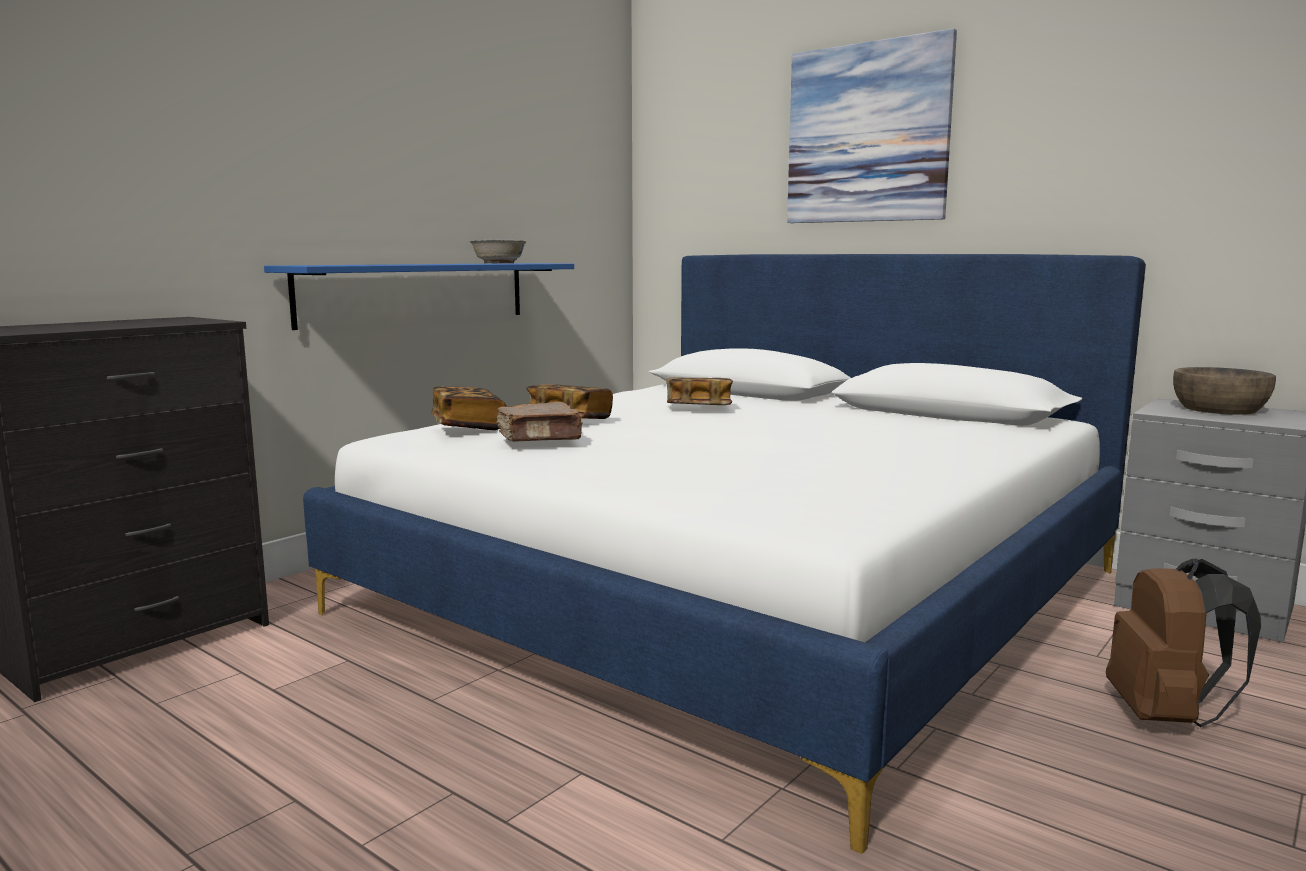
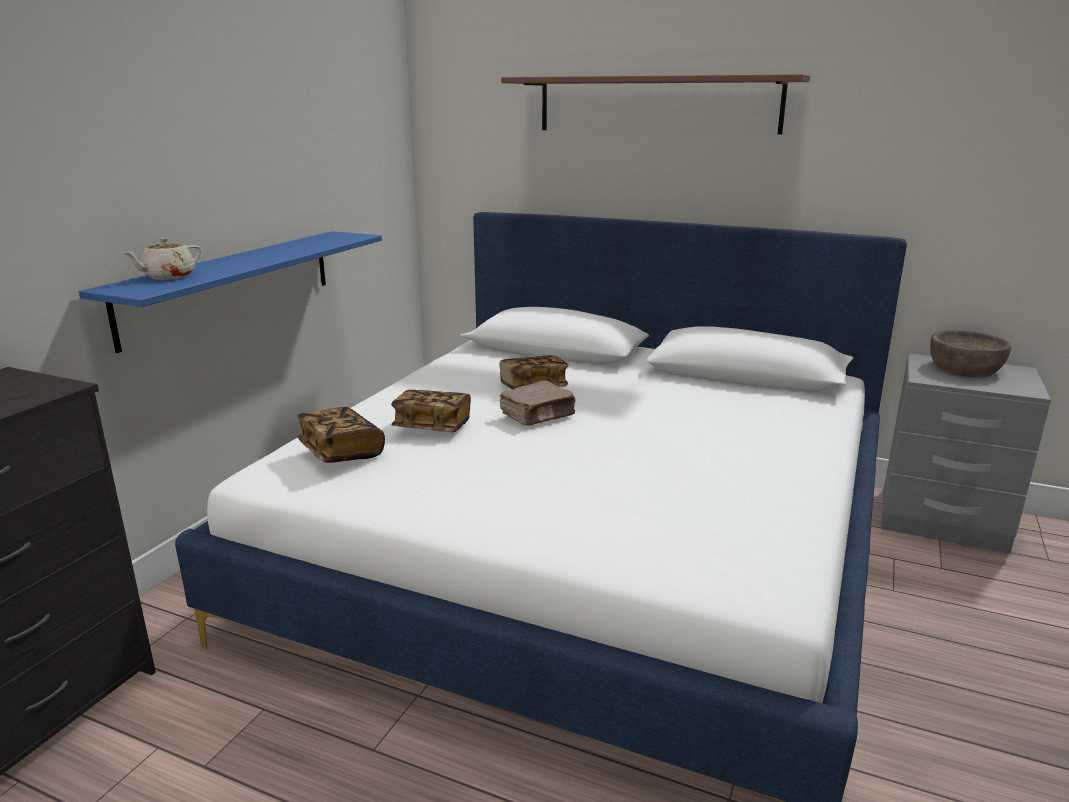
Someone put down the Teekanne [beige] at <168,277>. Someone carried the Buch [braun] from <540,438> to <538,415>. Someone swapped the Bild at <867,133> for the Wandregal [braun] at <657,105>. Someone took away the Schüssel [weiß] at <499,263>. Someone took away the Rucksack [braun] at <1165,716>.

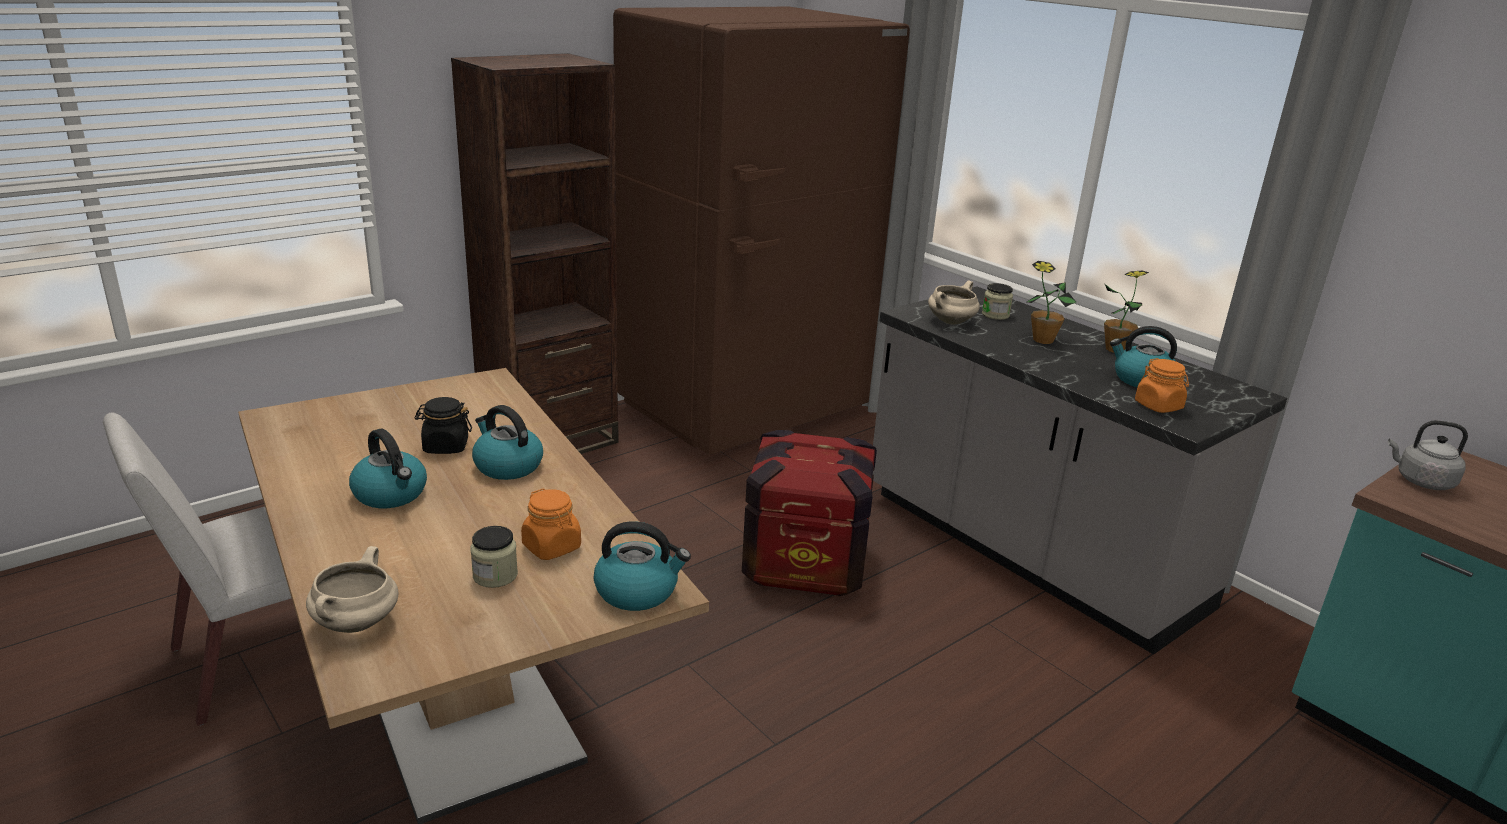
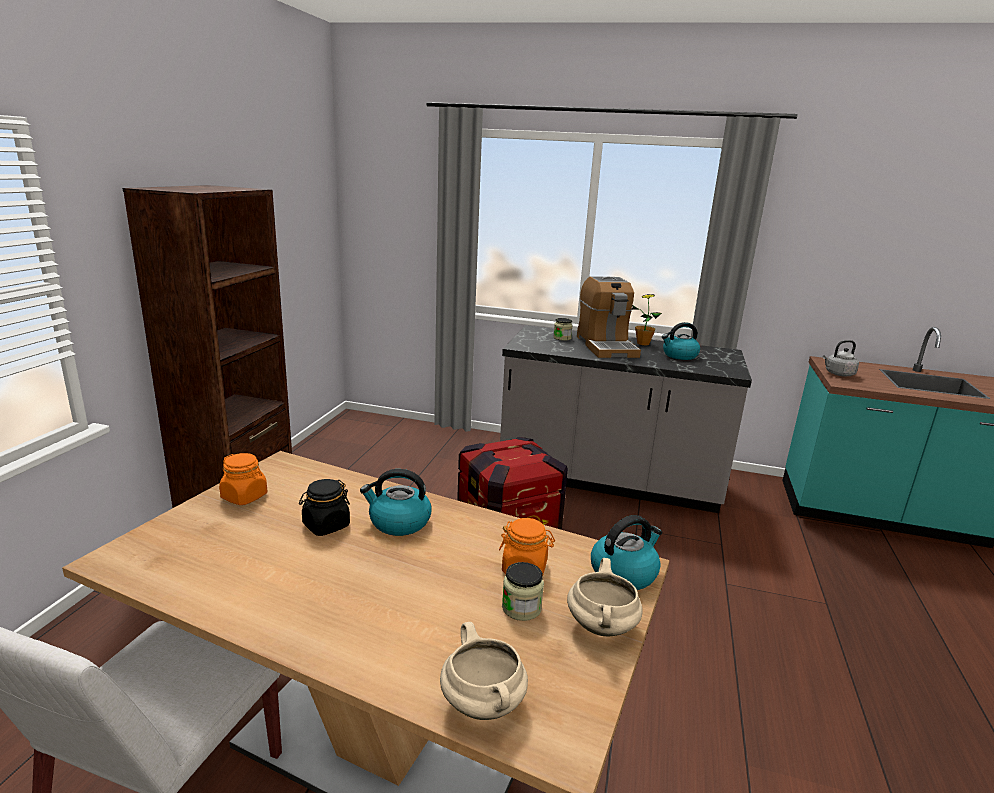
Someone carried the Vorratsglas [orange] from <1158,406> to <244,496>. Someone carried the Kochtopf [beige] from <951,322> to <602,627>. Someone swapped the Topfpflanze at <1042,340> for the Kaffeemaschine at <606,346>. Someone took away the Wasserkessel at <391,494>. Someone took away the Kühlschrank [braun] at <744,408>.

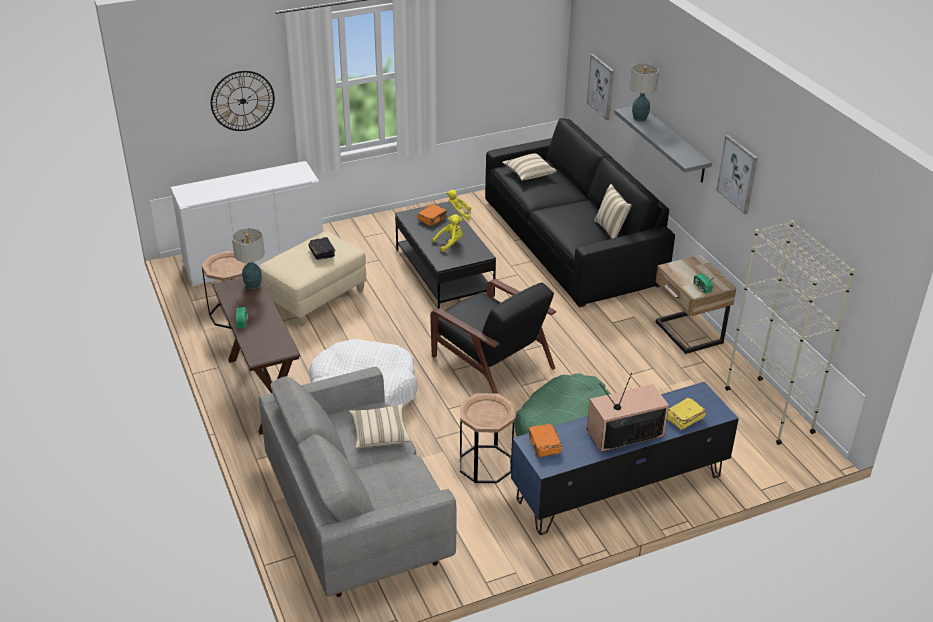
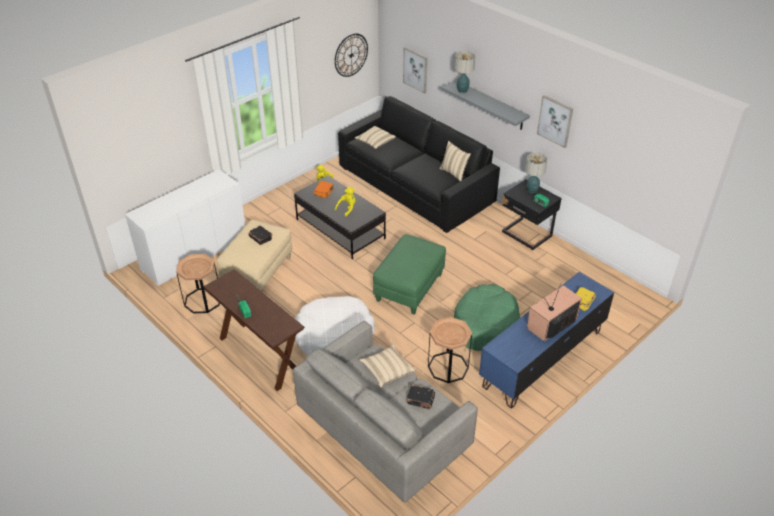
Someone carried the Wanduhr from <242,101> to <351,55>. Someone swapped the Sessel [schwarz] at <491,361> for the Polsterhocker [grün] at <409,288>. Someone put down the Buch [schwarz] at <421,400>. Someone repainted the Nachttisch [beige] at <687,334>, which became the Nachttisch [schwarz] at <526,235>. Someone carried the Tischlampe from <253,285> to <532,190>. Someone took away the Buch [orange] at <544,445>. Someone took away the Bücherregal [beige] at <768,410>.

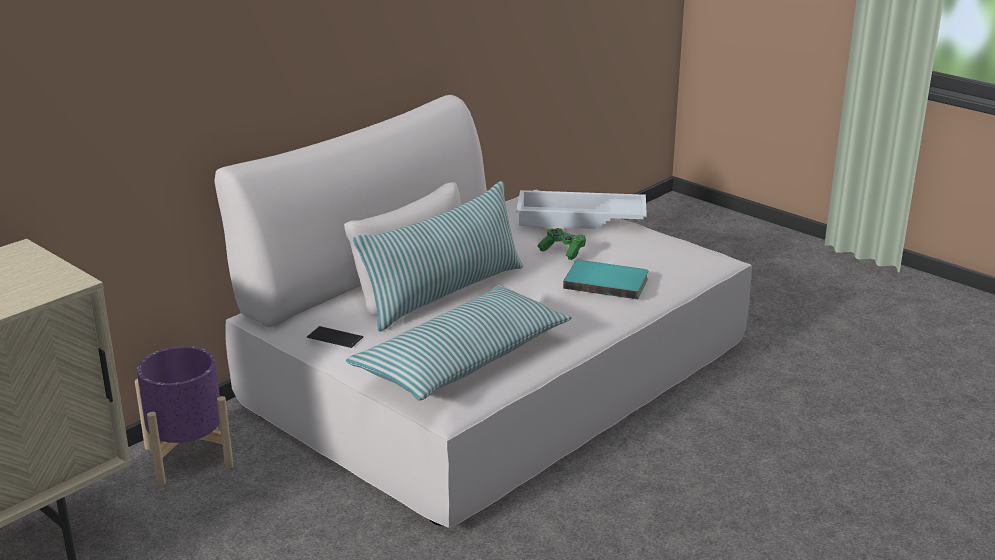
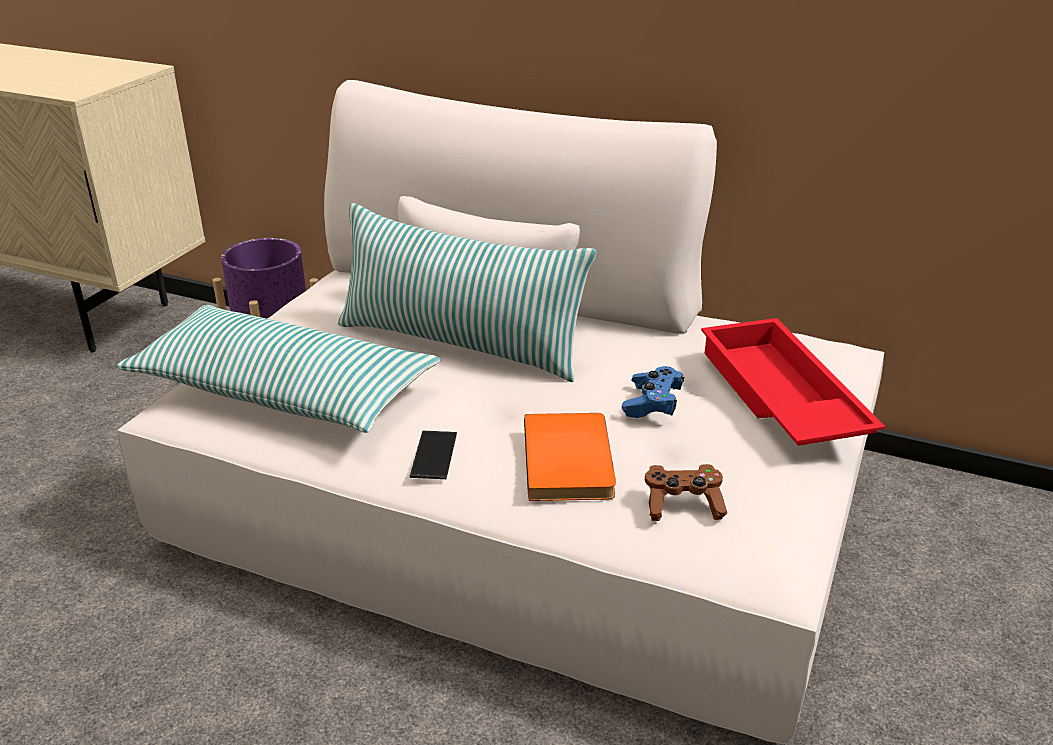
Someone carried the Handy from <335,337> to <434,455>. Someone repainted the Buch [türkis] at <606,282>, which became the Buch [orange] at <572,460>. Someone repainted the Gamepad [grün] at <562,251>, which became the Gamepad [blau] at <652,403>. Someone put down the Gamepad [braun] at <682,505>. Someone repainted the Tablett [weiß] at <579,219>, which became the Tablett [rot] at <777,397>.

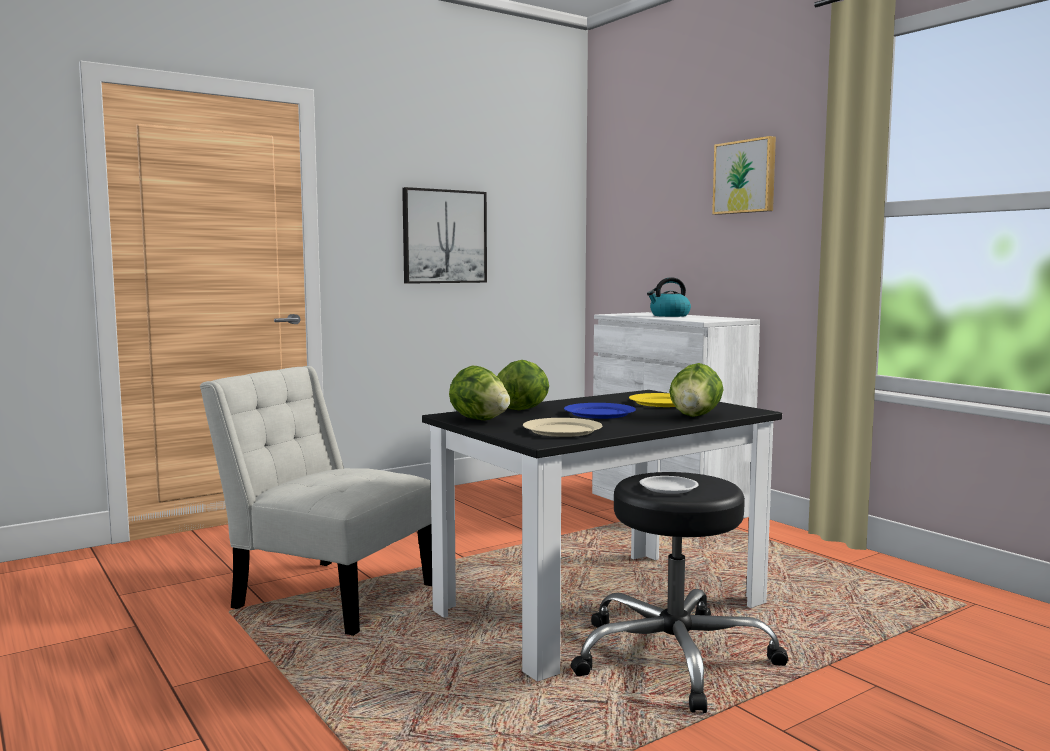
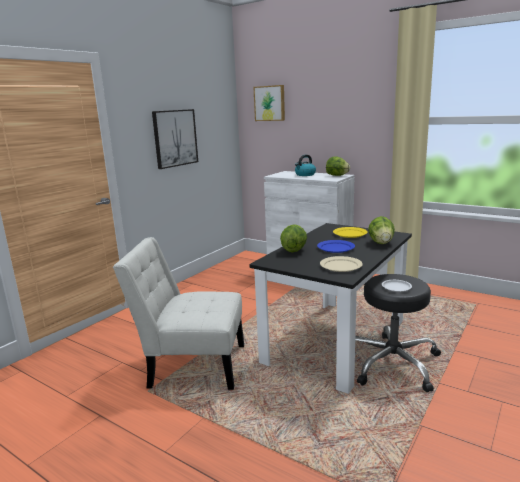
Someone carried the Bild from <745,177> to <270,103>. Someone carried the Salatkopf from <479,419> to <337,175>.

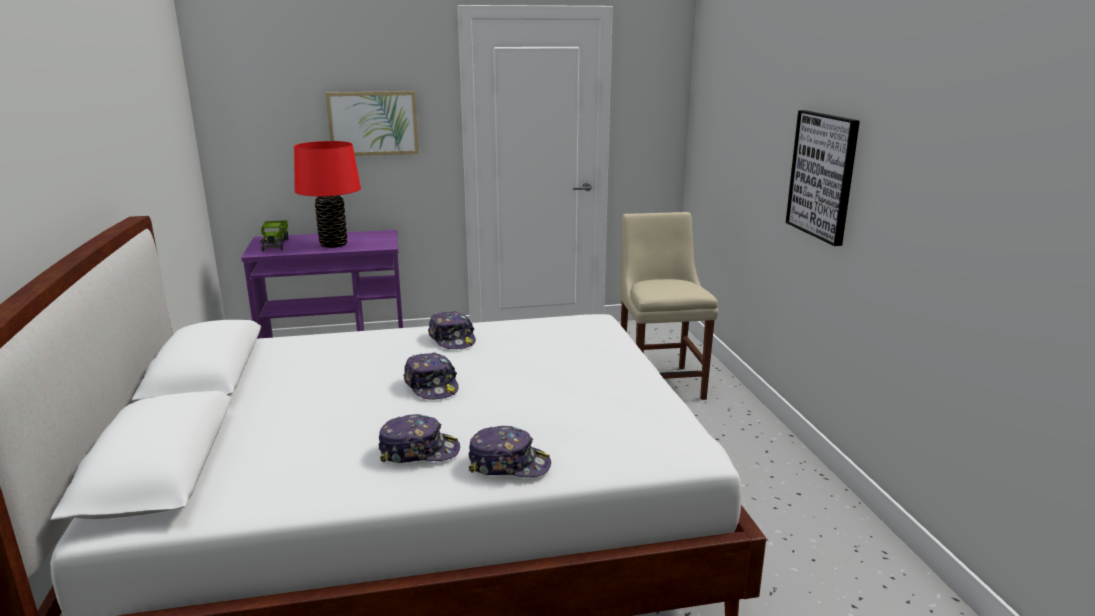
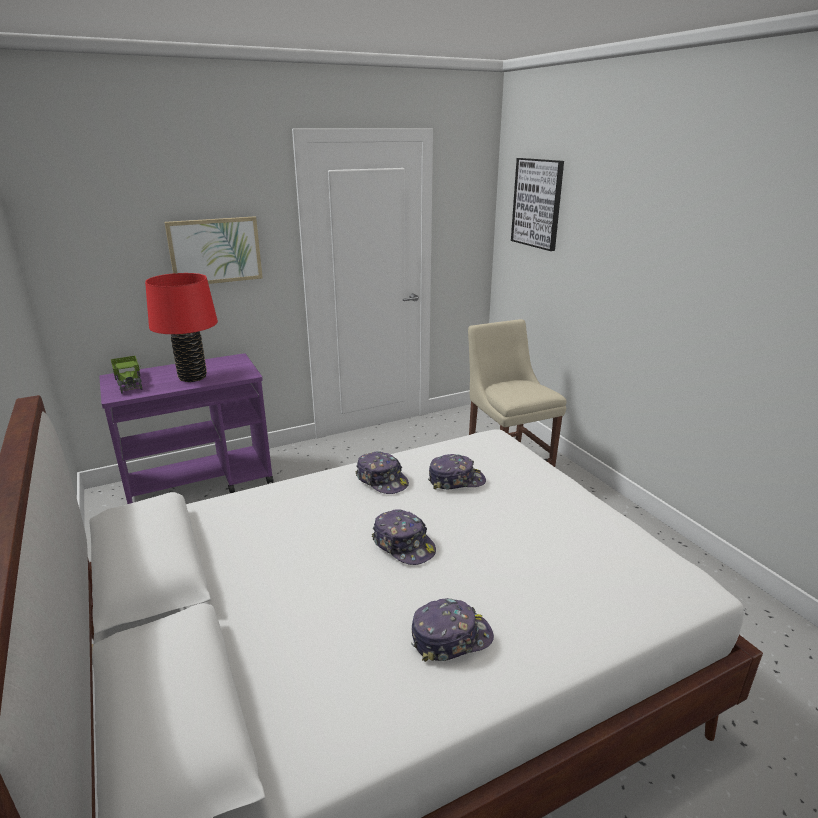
Someone carried the Kappe from <509,464> to <456,480>. Someone carried the Bild from <823,175> to <537,203>.

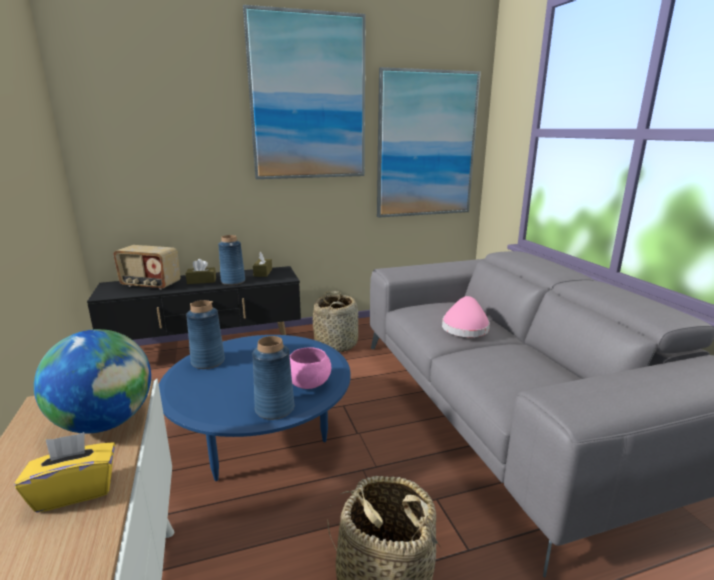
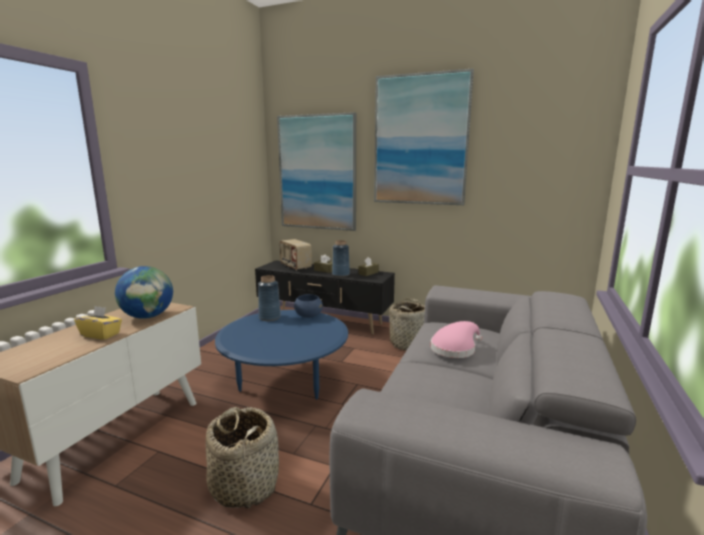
Someone carried the Bild from <426,145> to <317,173>. Someone put down the Schüssel [blau] at <308,316>. Someone took away the Vase [blau] at <274,409>. Someone took away the Schüssel [rosa] at <308,384>.

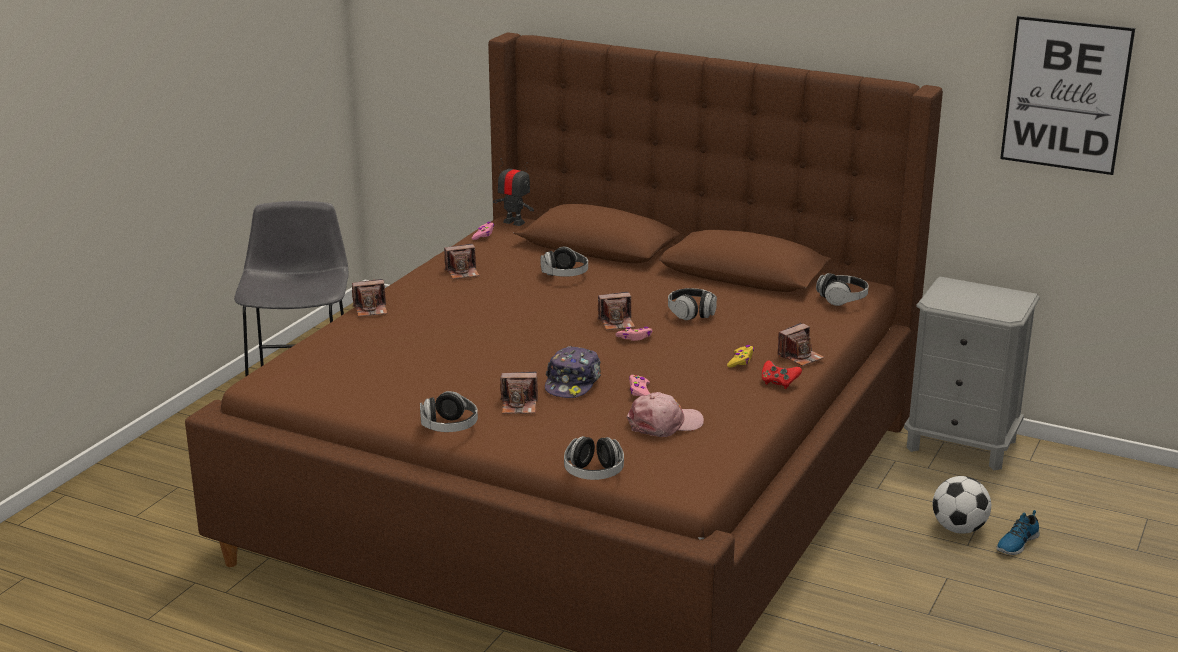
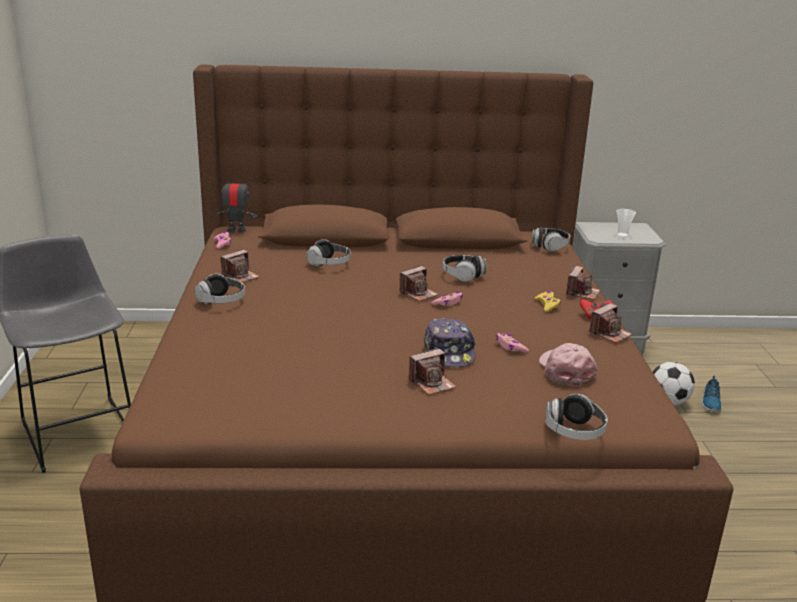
Someone carried the Kopfhörer from <449,427> to <221,301>. Someone rotated the Kappe [rosa] at <665,424> by 45 degrees counterclockwise. Someone carried the Kamera from <371,309> to <610,334>. Someone put down the Tasse at <622,235>. Someone took away the Bild at <1065,95>.

